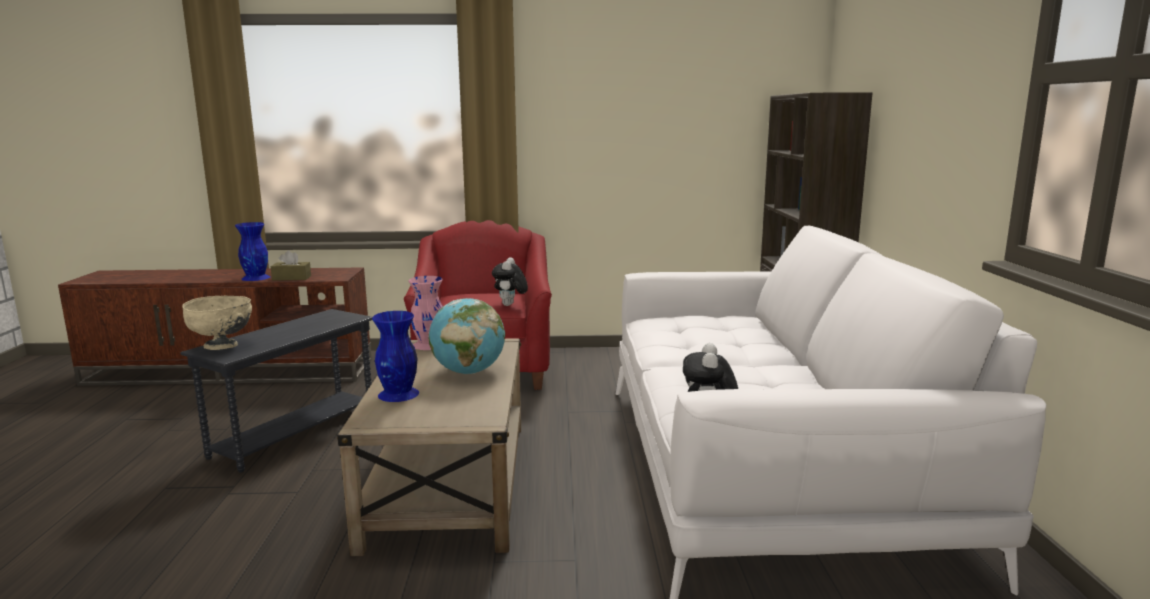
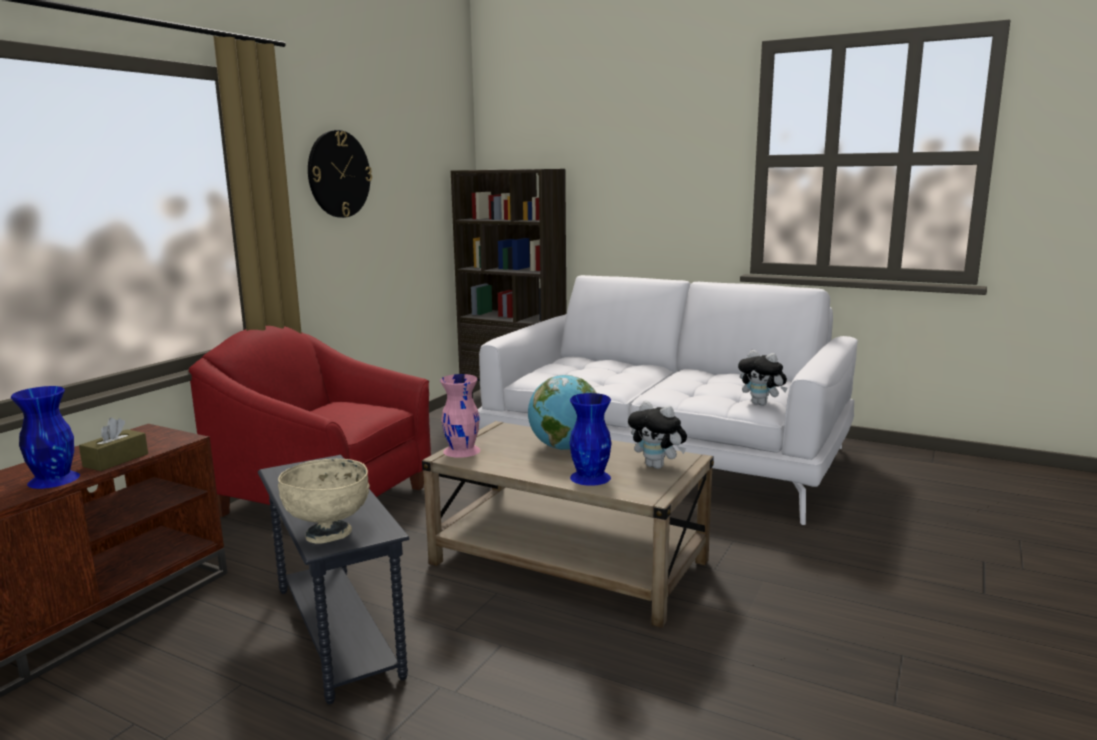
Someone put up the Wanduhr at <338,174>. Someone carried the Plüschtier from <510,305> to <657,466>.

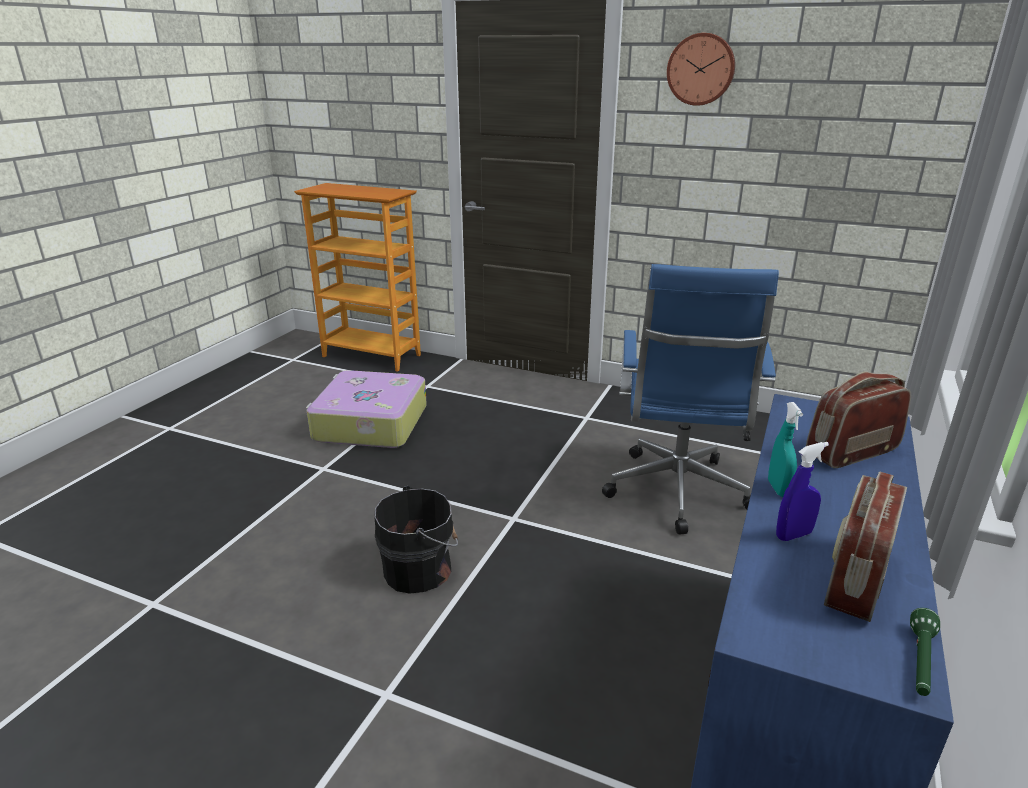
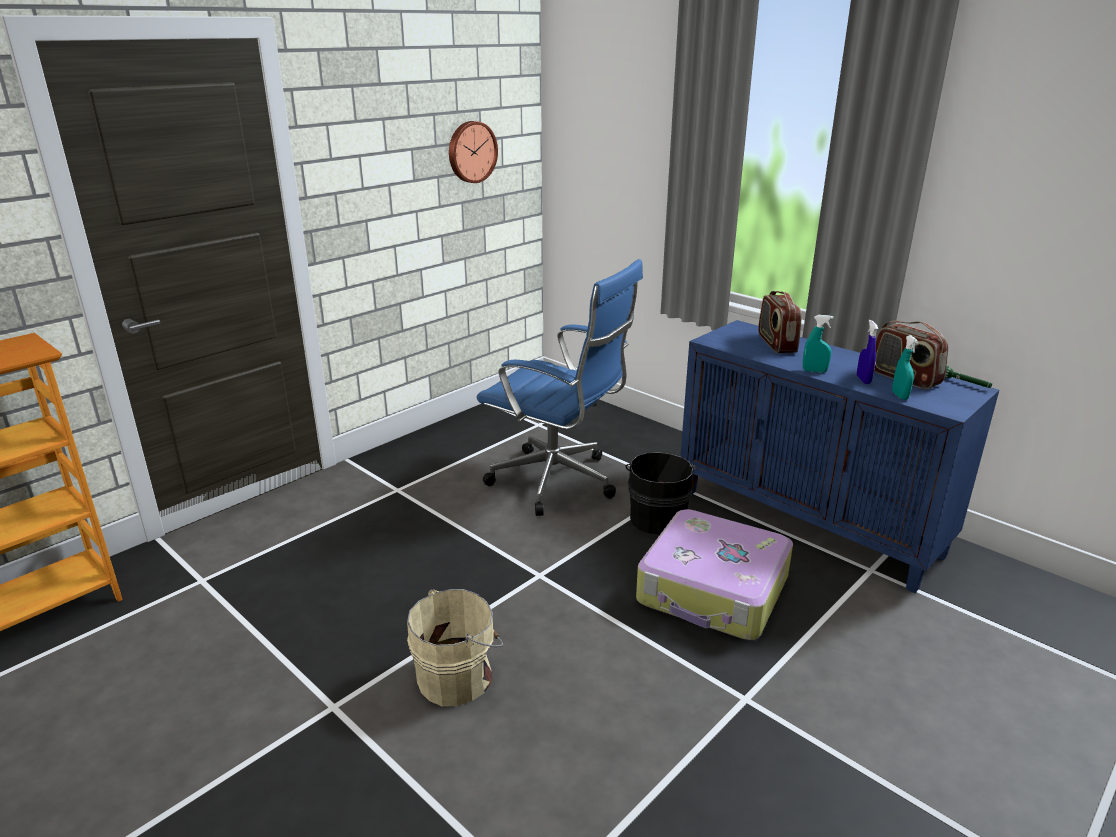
Someone put down the Eimer [beige] at <458,676>. Someone carried the Wanduhr from <701,69> to <471,152>. Someone carried the Eimer [schwarz] from <421,569> to <658,517>. Someone carried the Koffer from <369,423> to <713,591>. Someone put down the Sprühflasche [türkis] at <899,396>.

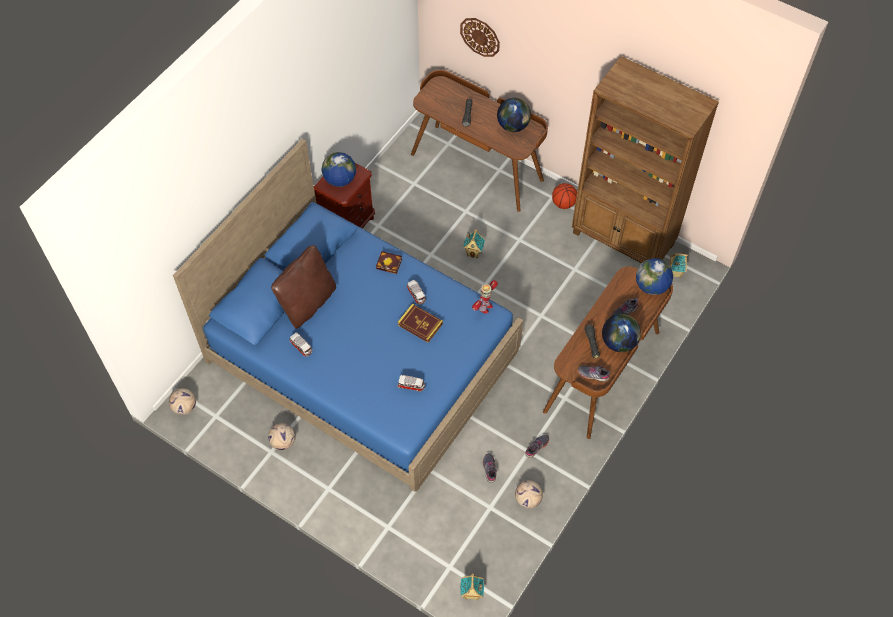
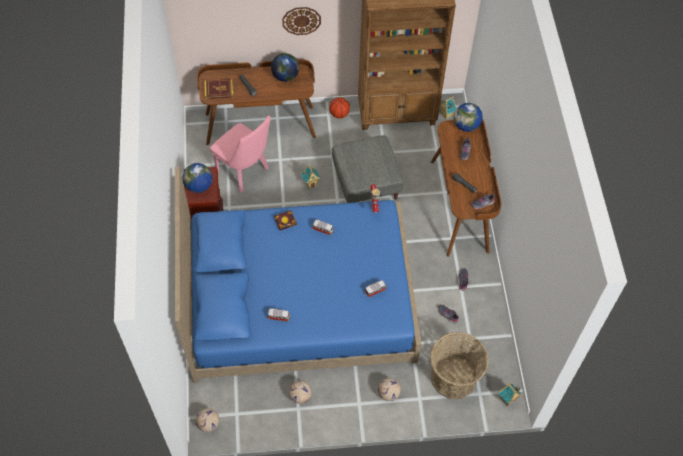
Someone carried the Buch from <420,324> to <219,90>. Someone put down the Stuhl [rosa] at <245,172>. Someone carried the Wanduhr from <480,36> to <301,20>. Someone put down the Polsterhocker [grau] at <366,183>. Someone carried the Fußball from <527,499> to <388,394>. Someone put down the Korb at <453,377>. Someone took away the Kissen [braun] at <307,303>. Someone took away the Globus at <619,342>.

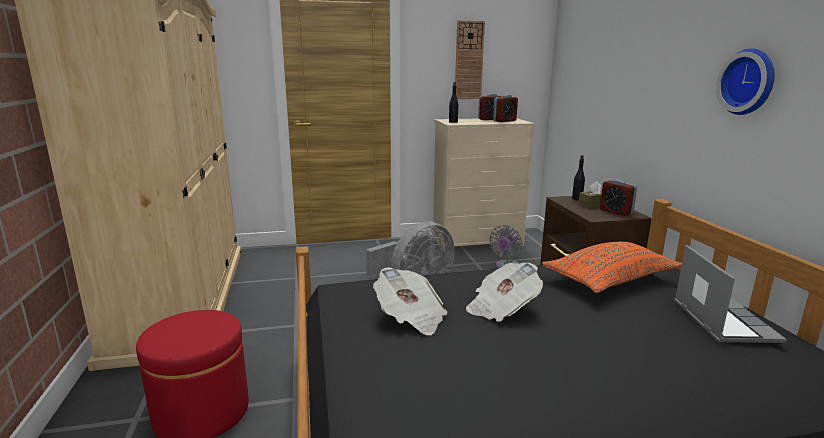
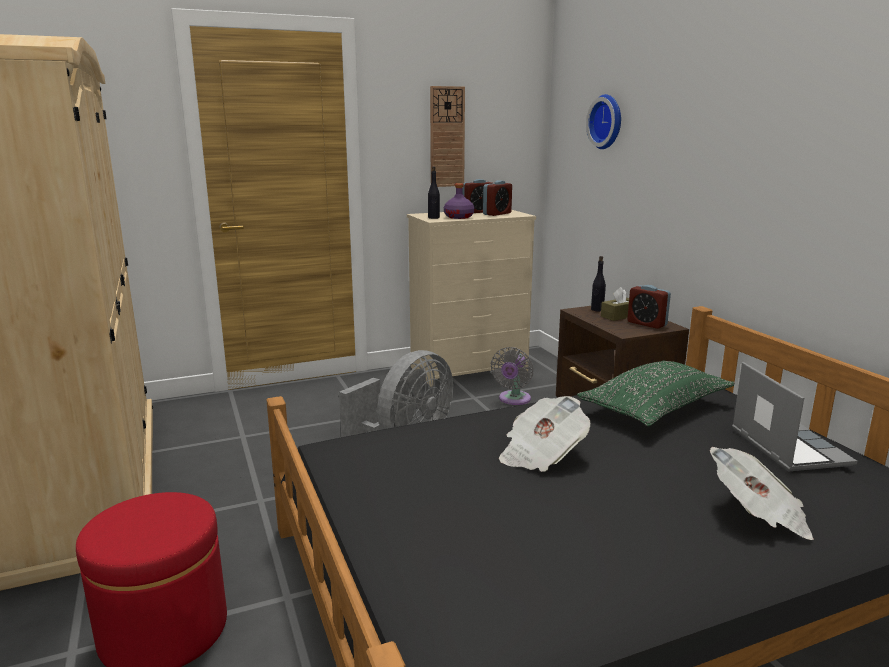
Someone put down the Flasche [lila] at <459,217>. Someone repainted the Kissen [orange] at <610,279>, which became the Kissen [grün] at <655,408>. Someone carried the Wanduhr from <749,82> to <607,122>. Someone carried the Zeitung from <411,318> to <758,515>.

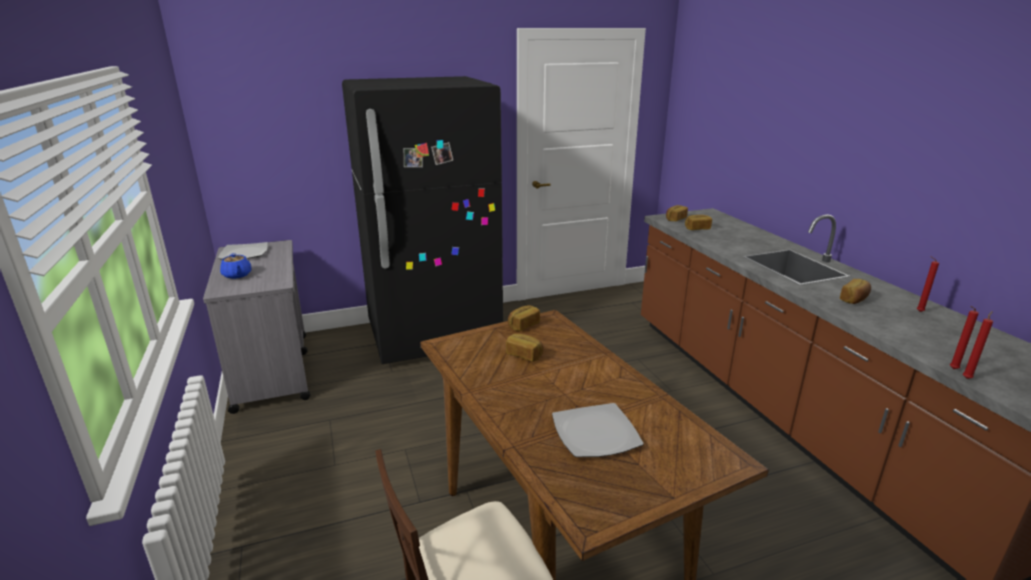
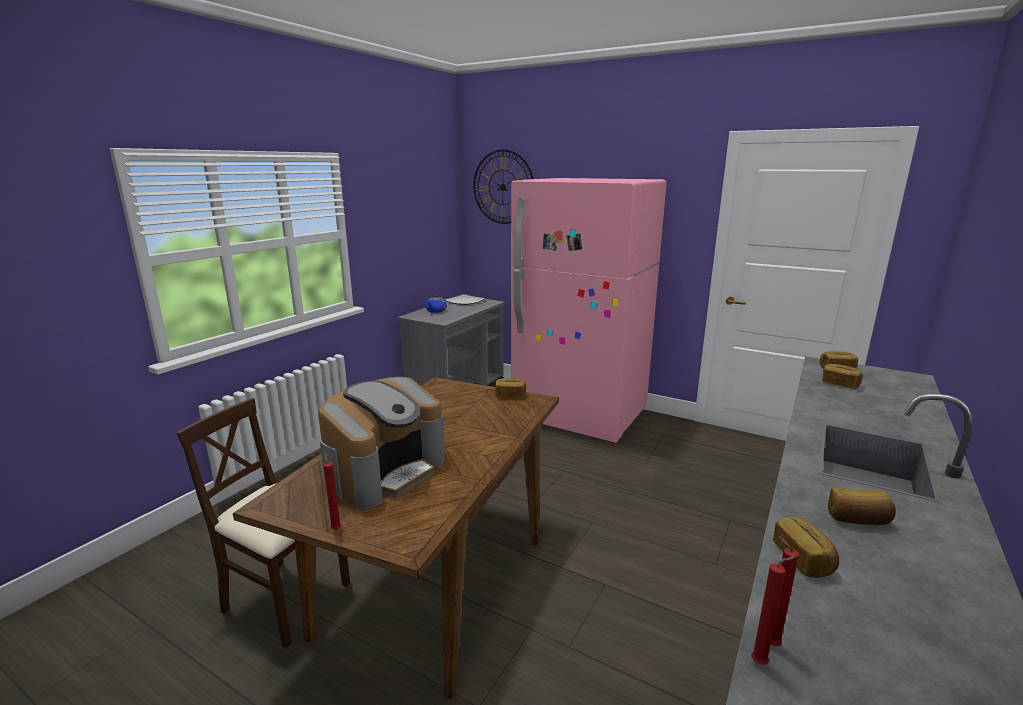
Someone swapped the Teller at <594,433> for the Kaffeemaschine at <385,471>. Someone carried the Kerze [rot] from <918,311> to <336,529>. Someone put up the Wanduhr at <503,187>. Someone repainted the Kühlschrank [schwarz] at <434,336>, which became the Kühlschrank [rosa] at <580,416>. Someone carried the Brot from <524,355> to <803,559>.

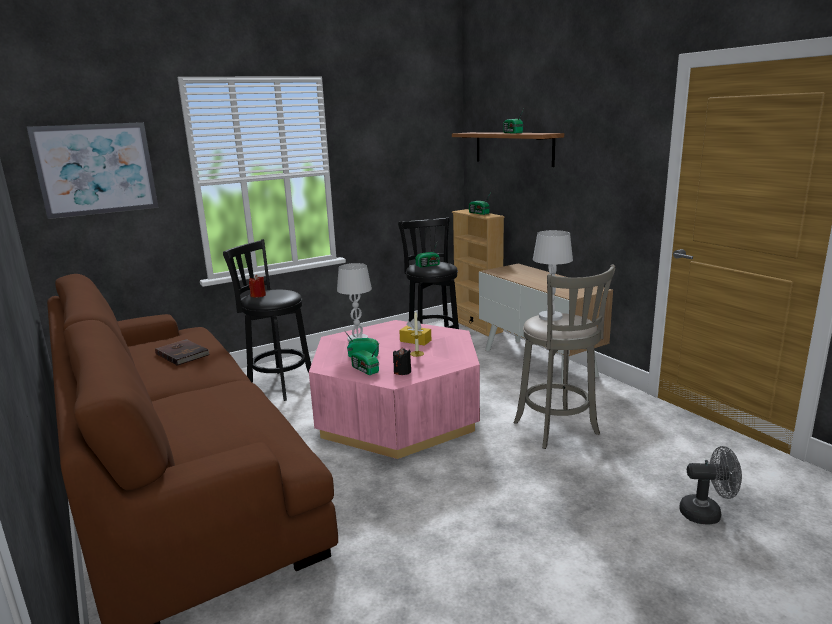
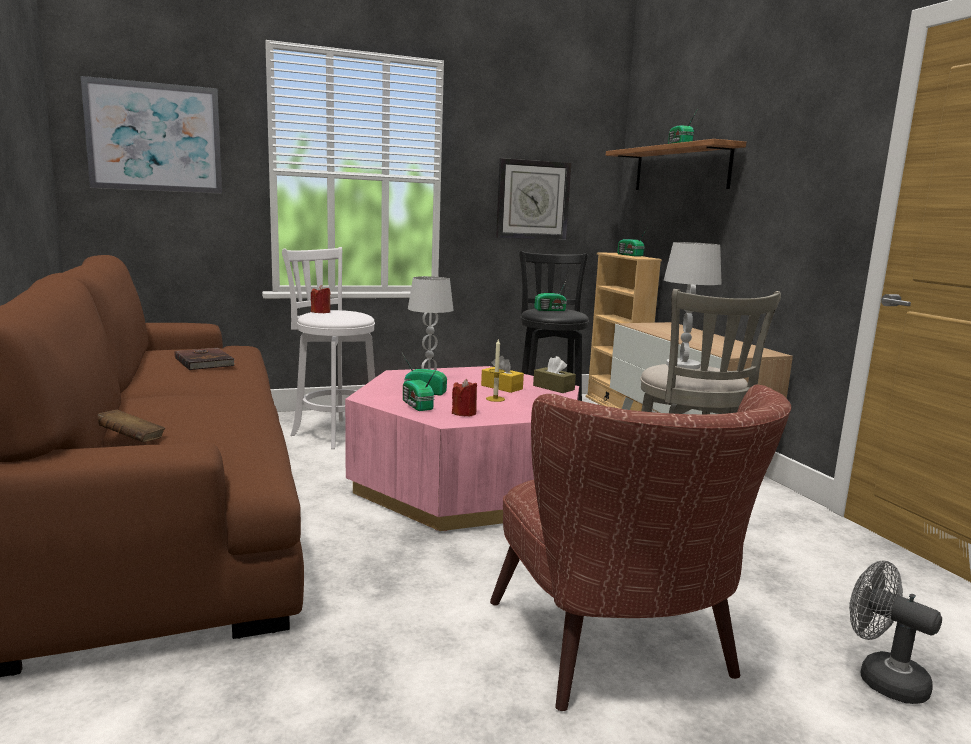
Someone put down the Buch [braun] at <130,440>. Someone repainted the Hocker [schwarz] at <278,385>, which became the Hocker [weiß] at <333,432>. Someone repainted the Kerze [schwarz] at <402,372>, which became the Kerze [rot] at <464,413>. Someone put down the Sessel [braun] at <619,655>. Someone put up the Wanduhr at <532,200>. Someone put down the Taschentuchbox [braun] at <553,388>. Someone rotated the Ventilator [grau] at <706,513> by 150 degrees counterclockwise.

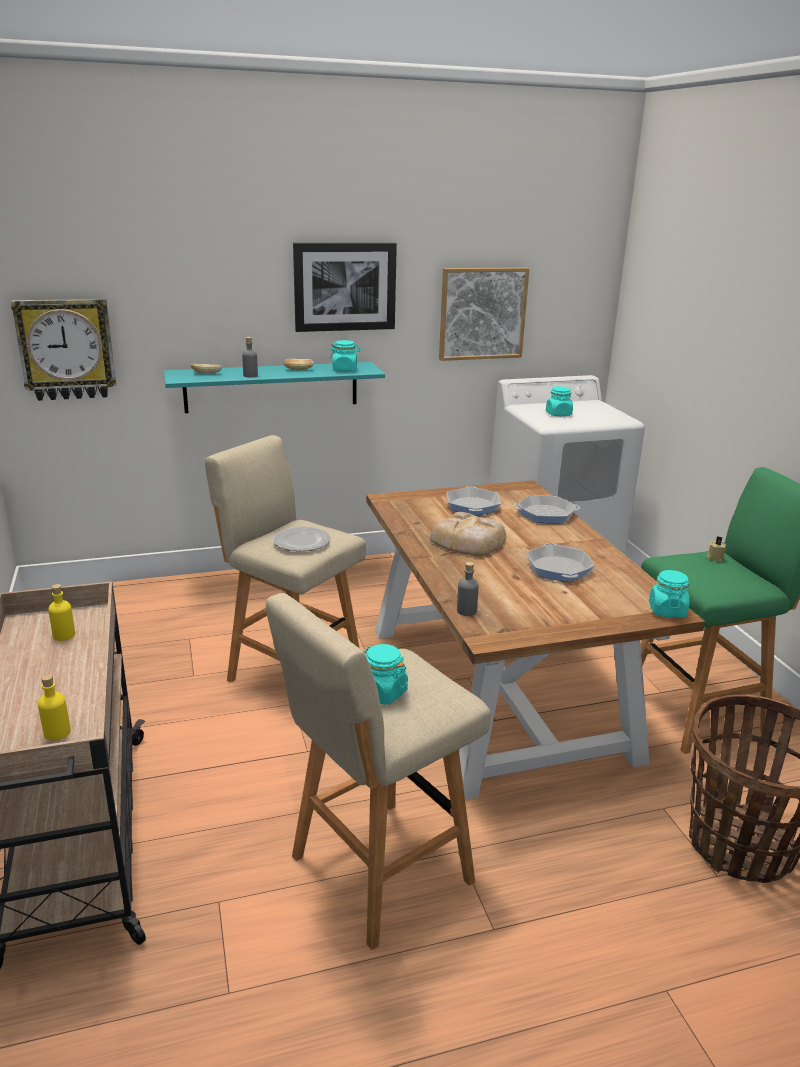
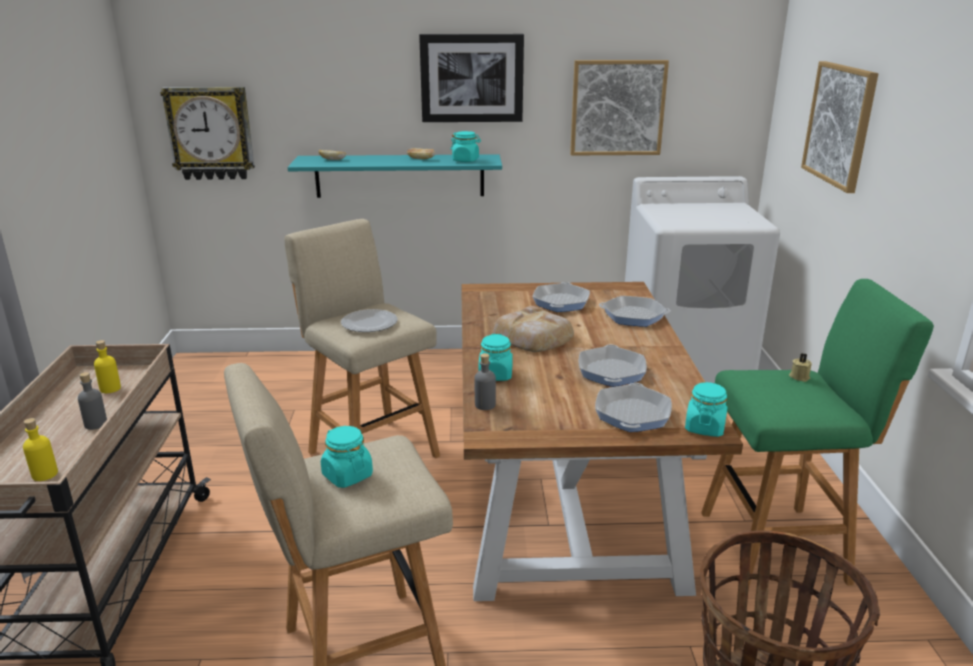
Someone carried the Flasche [grau] from <250,375> to <96,424>. Someone carried the Vorratsglas [türkis] from <558,414> to <495,375>. Someone put down the Pfanne at <632,414>. Someone put up the Bild at <840,124>.

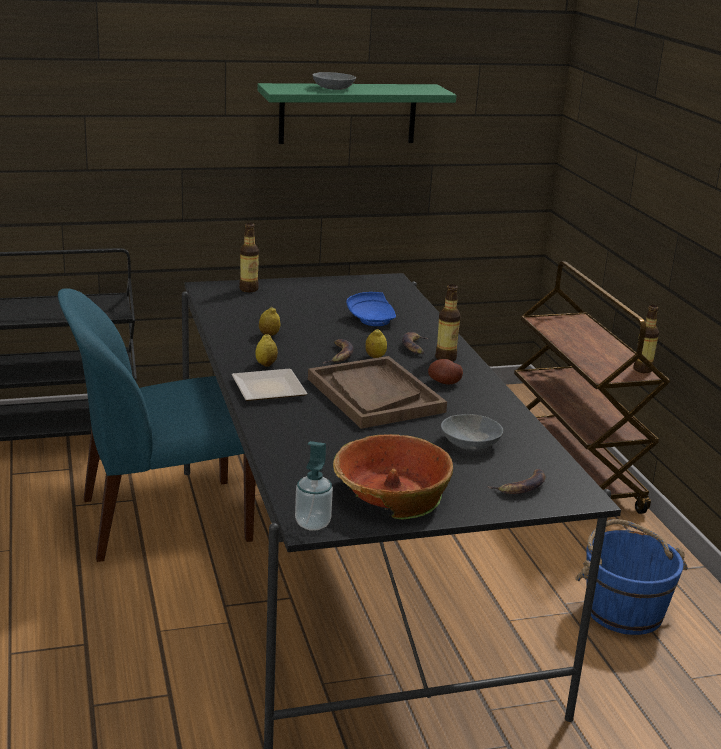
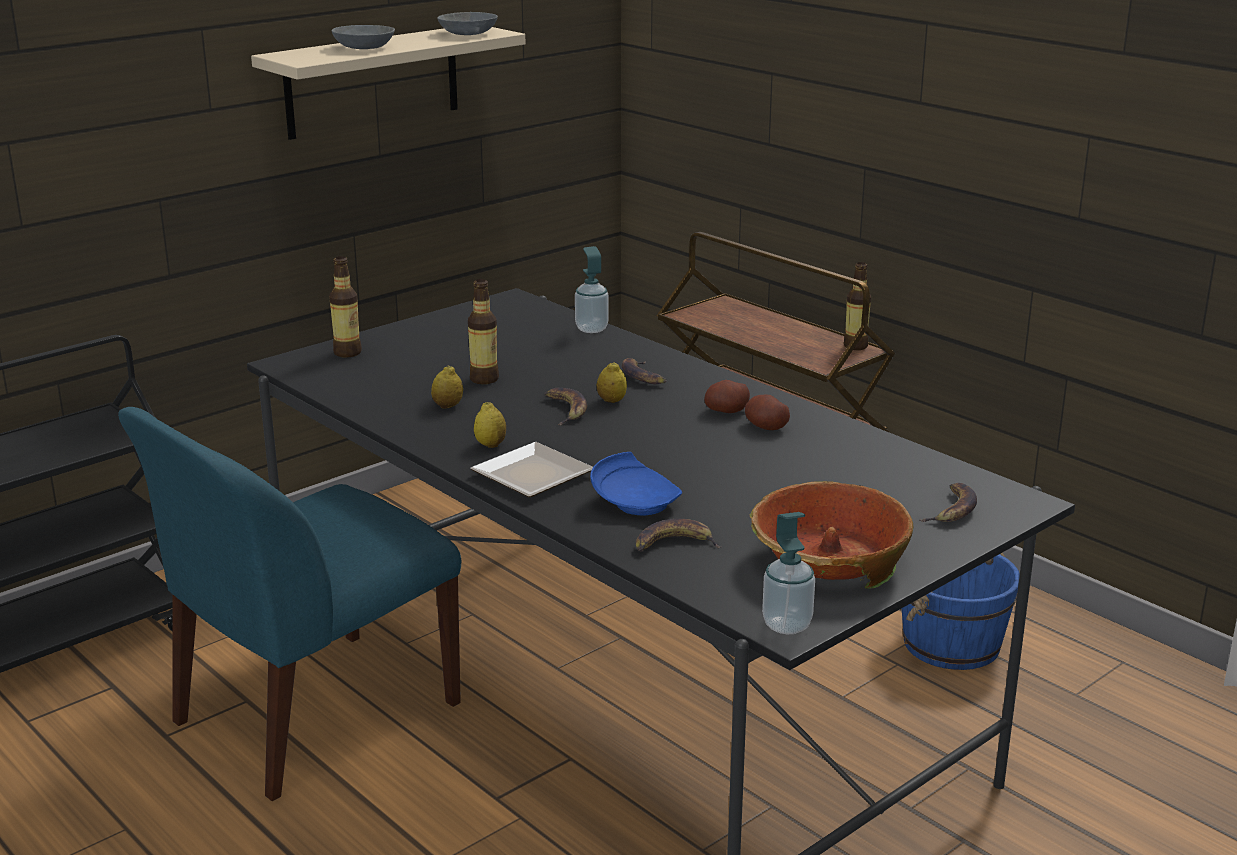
Someone repainted the Wandregal [grün] at <348,113>, which became the Wandregal [beige] at <372,81>. Someone carried the Schüssel [grau] from <471,442> to <469,33>. Someone carried the Flasche from <445,358> to <484,379>. Someone put down the Seifenspender at <591,329>. Someone carried the Teller [blau] from <372,319> to <635,502>. Someone put down the Banane at <674,544>. Someone put down the Kartoffel at <766,427>. Someone took away the Tablett [braun] at <374,395>.

